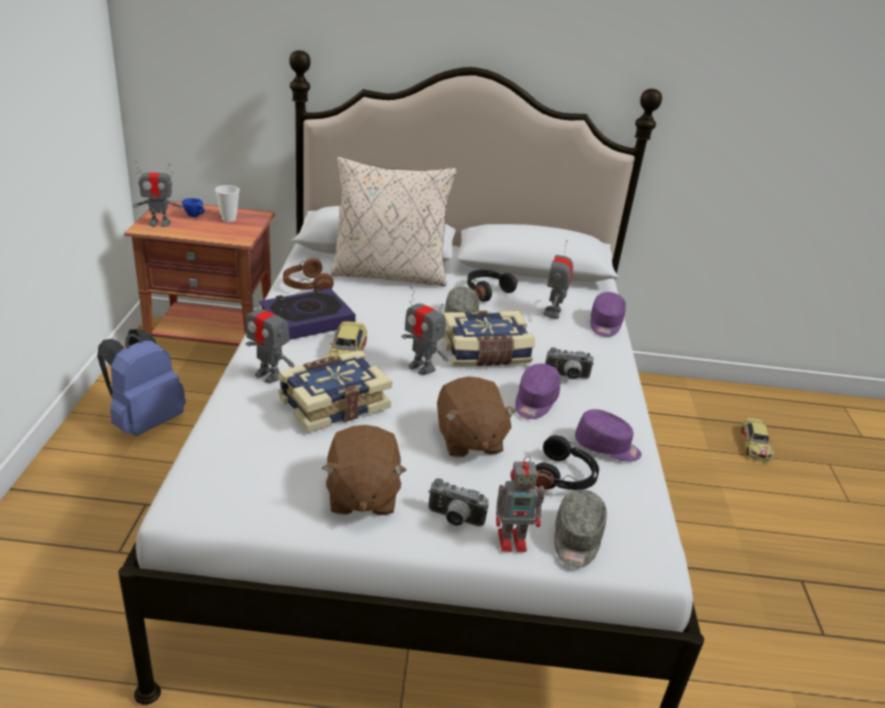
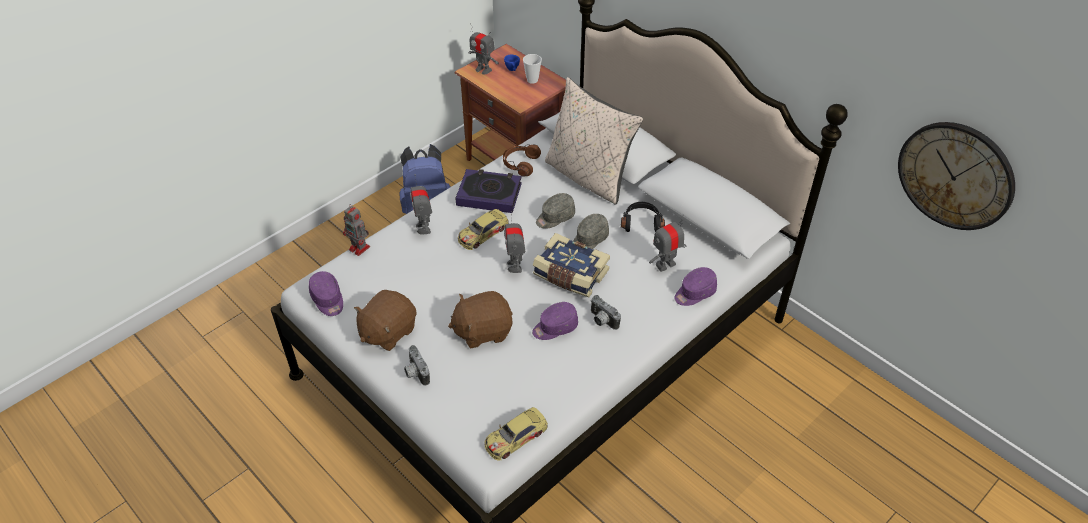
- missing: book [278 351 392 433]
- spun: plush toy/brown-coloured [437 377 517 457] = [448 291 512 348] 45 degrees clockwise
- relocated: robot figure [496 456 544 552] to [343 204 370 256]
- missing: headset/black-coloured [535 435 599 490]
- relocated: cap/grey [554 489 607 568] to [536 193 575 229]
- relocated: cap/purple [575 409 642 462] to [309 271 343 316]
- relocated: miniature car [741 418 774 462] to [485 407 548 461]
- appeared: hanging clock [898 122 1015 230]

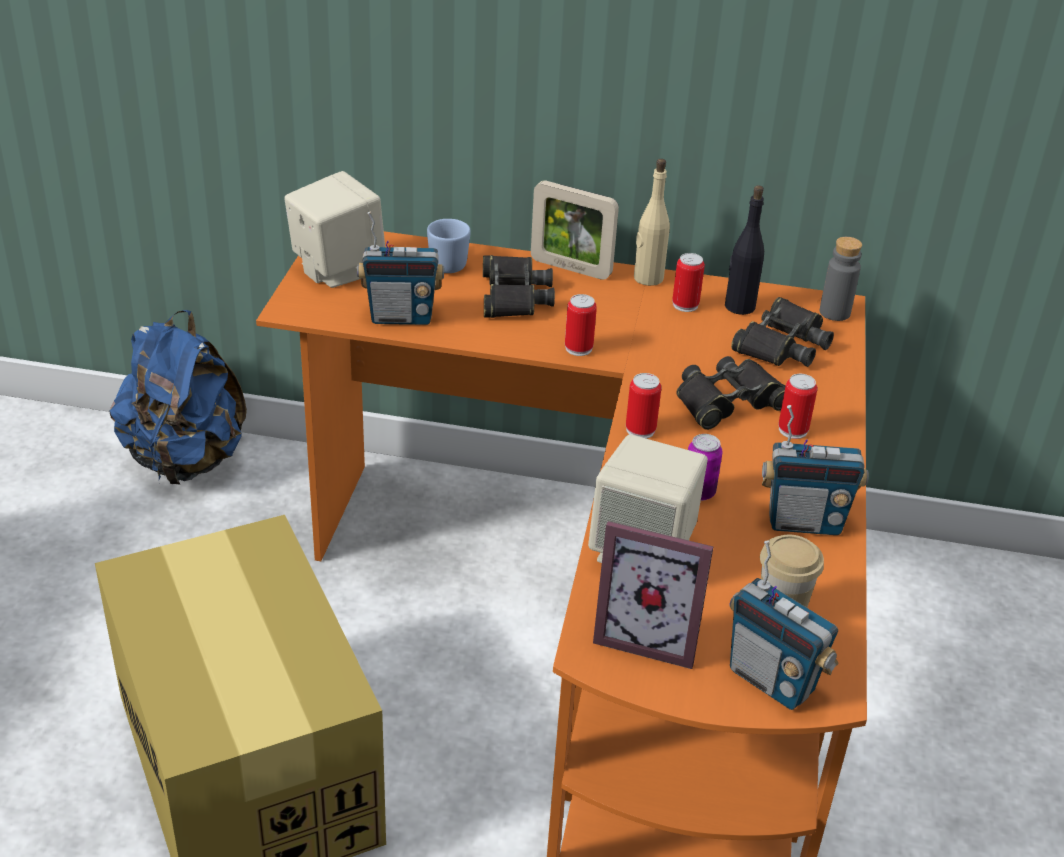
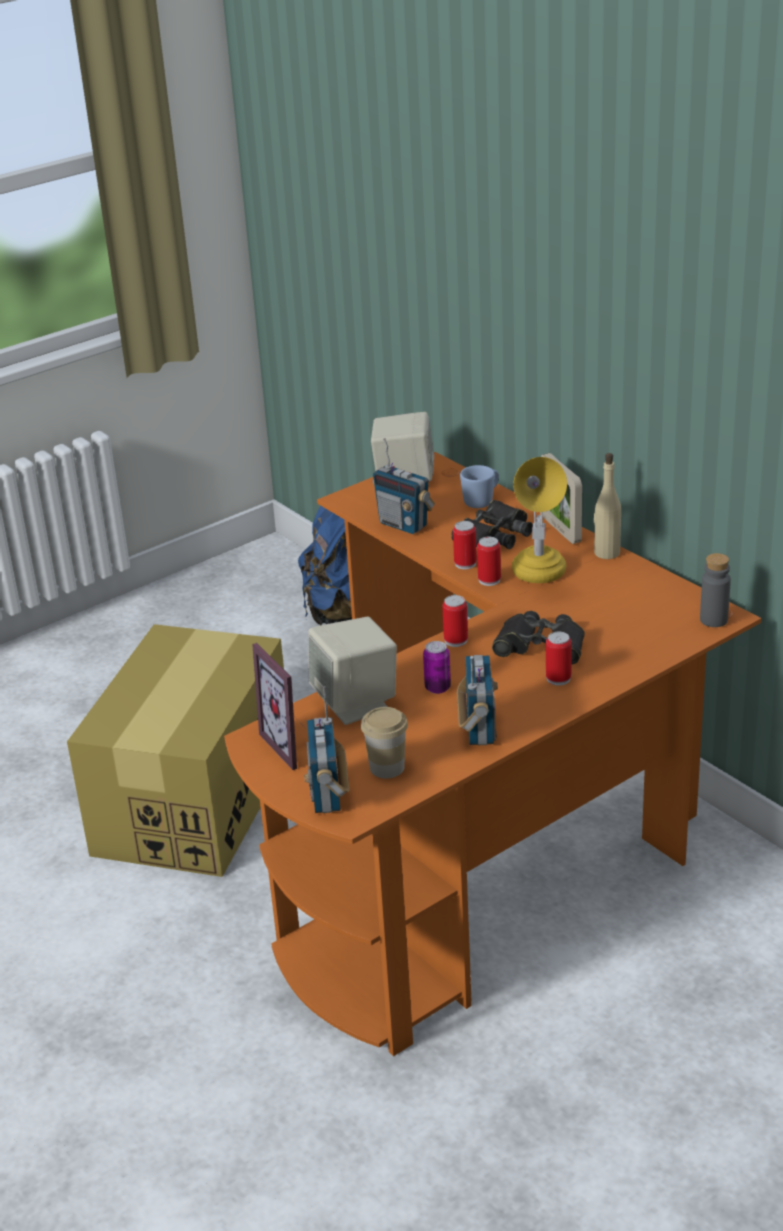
- relocated: sealed can [672 253 705 312] to [453 521 477 569]
- missing: bottle/black-coloured [725 185 764 315]
- missing: binoculars/black-coloured [731 297 834 367]
- spun: radio [762 405 869 535] = [457 655 498 745] 135 degrees counterclockwise
- appeared: lamp for a table/yellow [512 457 567 583]

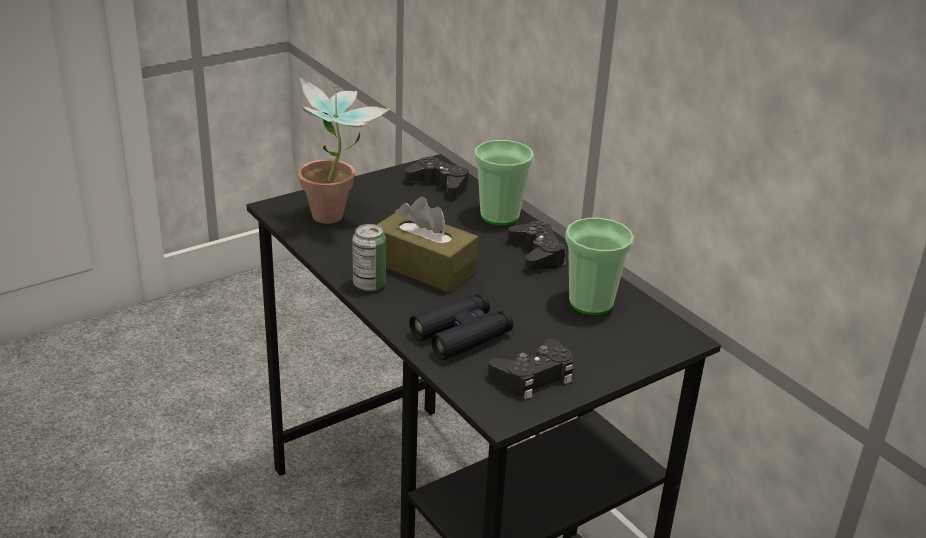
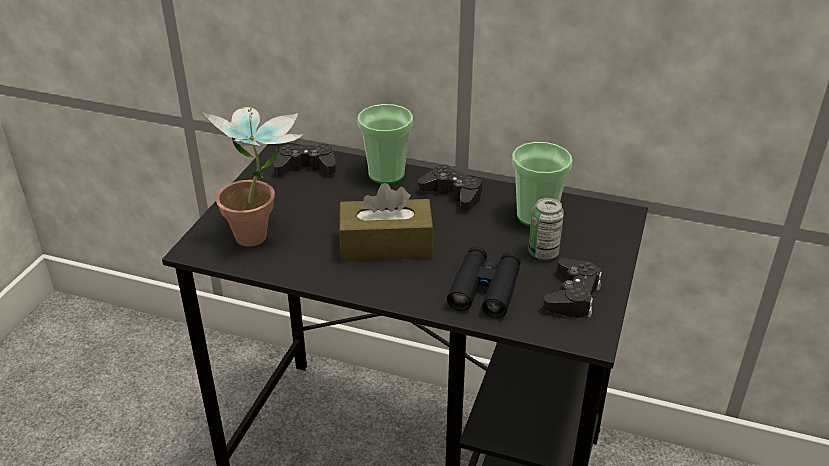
- relocated: sealed can [352 224 386 291] to [528 198 564 260]

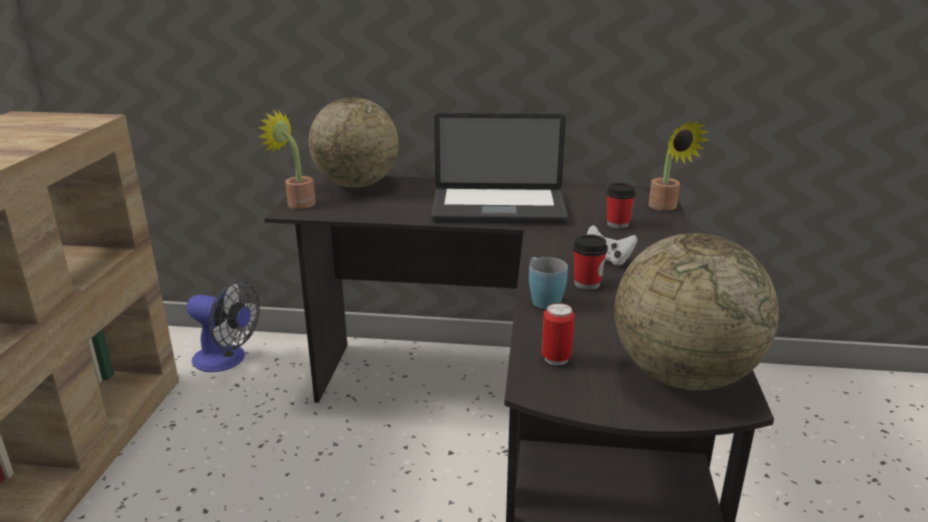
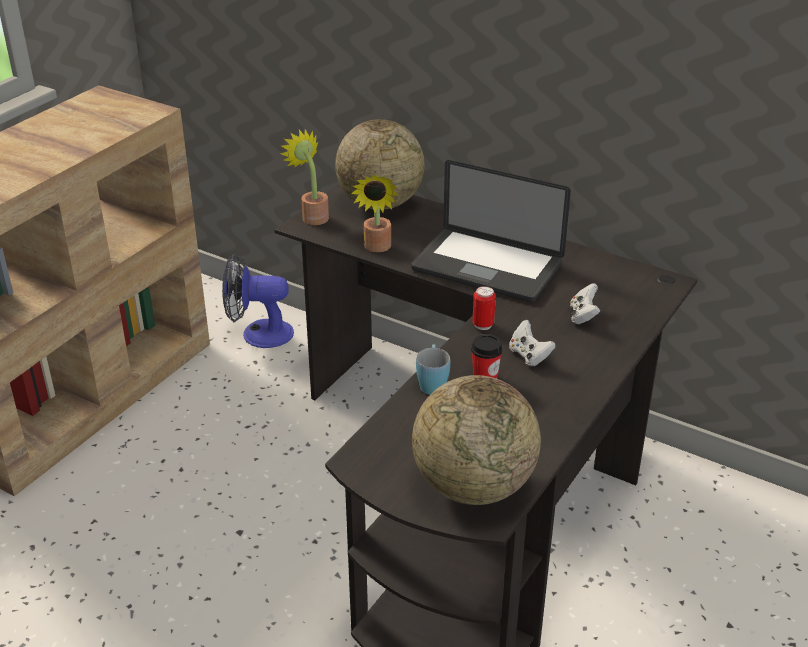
- spun: electric fan [187 280 260 372] = [222 254 294 348] 135 degrees clockwise
- relocated: sealed can [541 303 575 365] to [472 286 496 330]
- exchanged: drinking cup [606 183 636 228] to gamepad/white [570 283 600 324]
- relocated: potted plant [649 121 708 211] to [351 174 399 252]

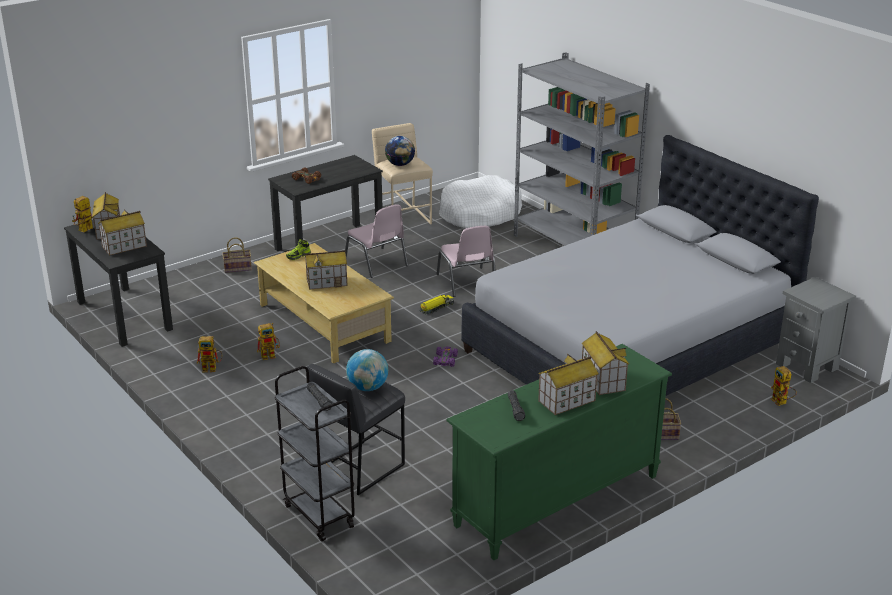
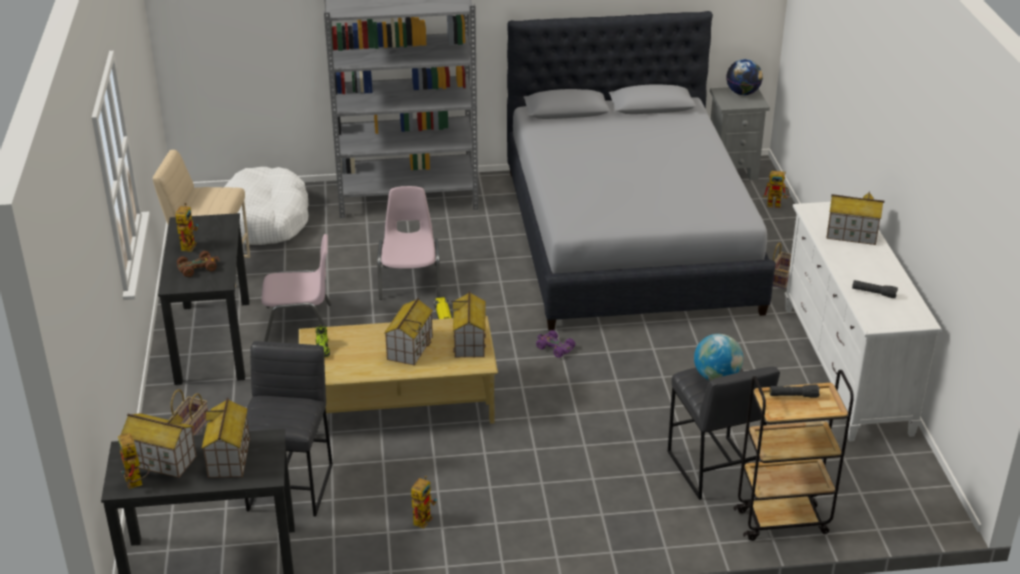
- relocated: robot figure [257 323 280 360] to [175 203 198 252]
- colour: trolley/grey [275 366 355 542] to trolley/brown-coloured [733 370 854 541]
- relocated: globe [385 136 415 166] to [726 59 763 95]
- spun: chair/pink-coloured [436 226 495 297] = [377 186 440 300] 105 degrees counterclockwise
- colour: drawer chest/greenish [447 344 672 560] to drawer chest/white [784 202 942 442]
- relocated: model house [538 354 599 415] to [451 291 486 358]
- appeared: stool seat/grey [245 341 333 517]

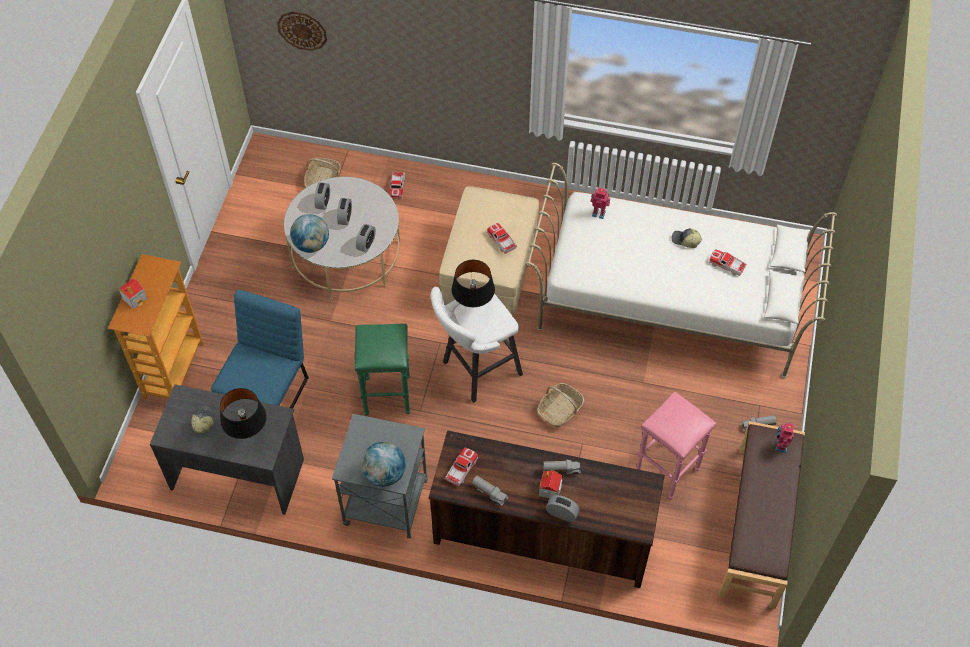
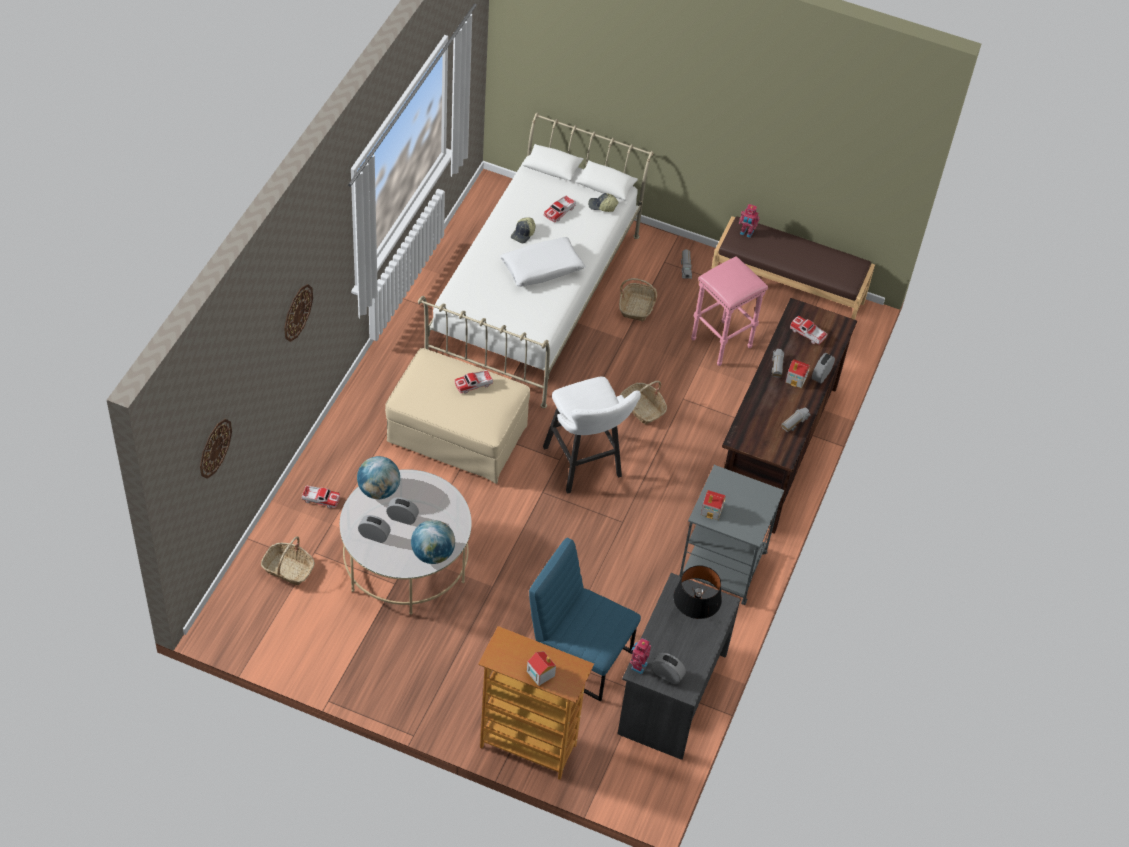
- relocated: cap [191 406 215 433] to [588 193 619 212]
- missing: stool seat/greenish [355 324 410 416]
- relocated: table clock [356 224 376 252] to [652 653 686 684]
- relocated: globe [361 442 406 487] to [357 456 400 499]
- relocated: miniature car [445 448 478 486] to [790 316 827 345]
- missing: lamp for a table/black-coloured [452 260 495 307]
- relocated: robot figure [590 187 610 219] to [630 638 651 674]
- appeared: hanging clock [284 284 313 342]
- appeared: cushion/white [500 237 586 287]
- appeared: household basket [619 278 657 321]
- appeared: model house [701 490 726 520]

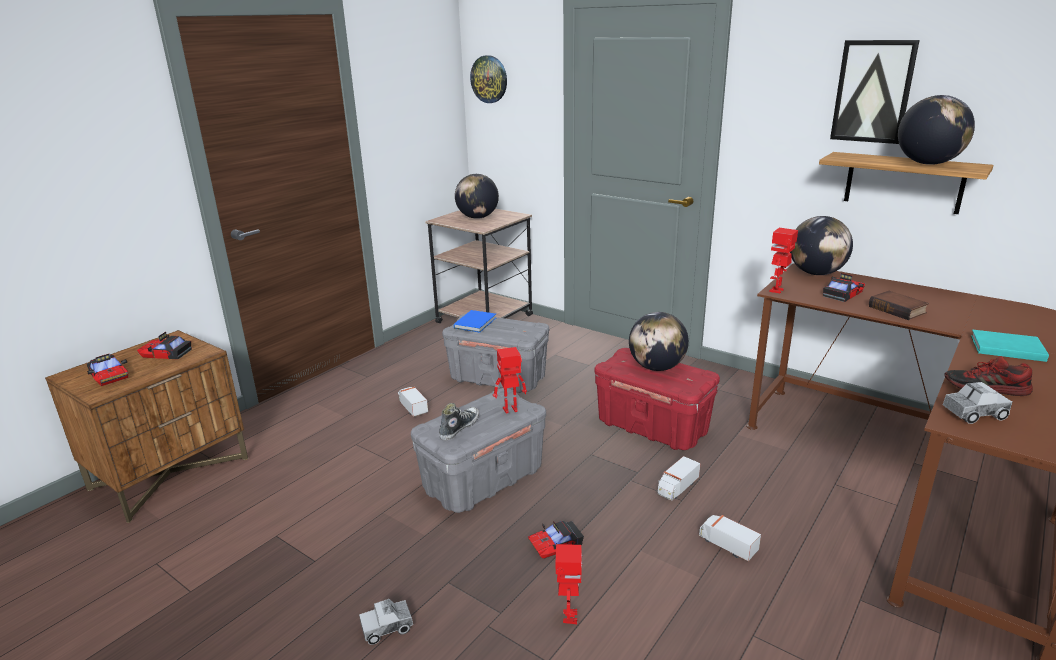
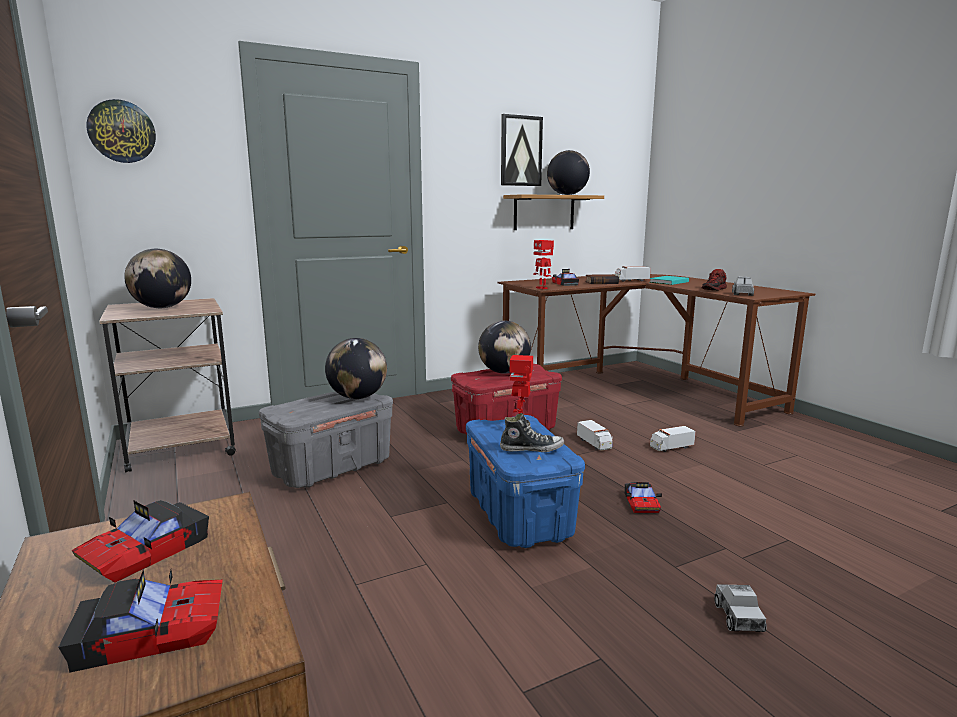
- relocated: model truck [398 387 428 417] to [615 266 651 282]
- colour: storage container/grey [411 388 546 513] to storage container/blue [466 415 585 548]
- spun: low shoe [439 403 479 440] = [500 413 564 452] 120 degrees clockwise
- missing: book/blue [454 310 496 333]
- missing: robot figure [556 544 582 624]
- relocated: globe [790 216 853 275] to [325 338 387 399]

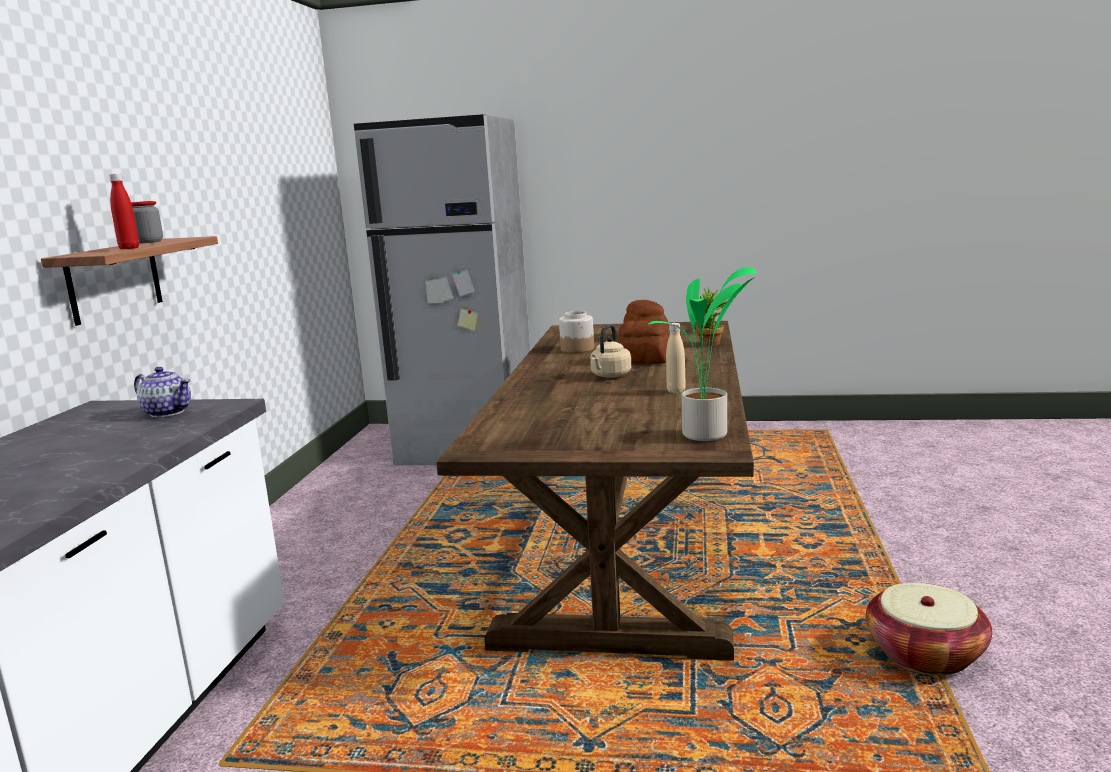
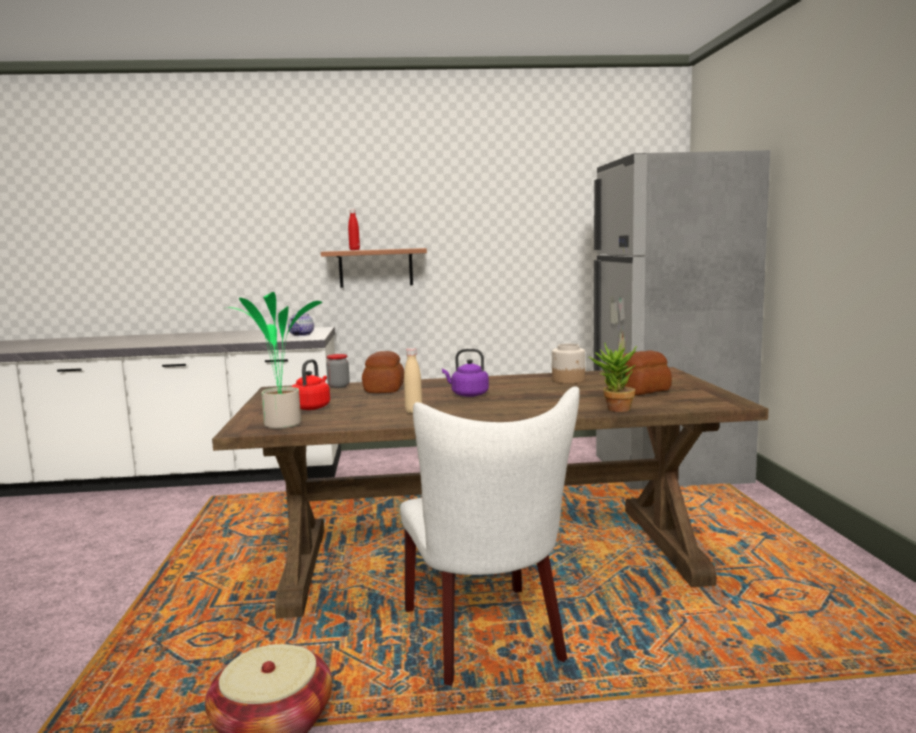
- relocated: storage jar [131 201 163 243] to [326 354 350 388]
- colour: water kettle/sand-coloured [590 324 631 378] to water kettle/purple [442 349 489 397]
- relocated: bakery bread [617 320 669 364] to [362 351 404 393]
- appeared: water kettle/red [291 359 330 410]
- appeared: chair/white [400 386 580 686]

